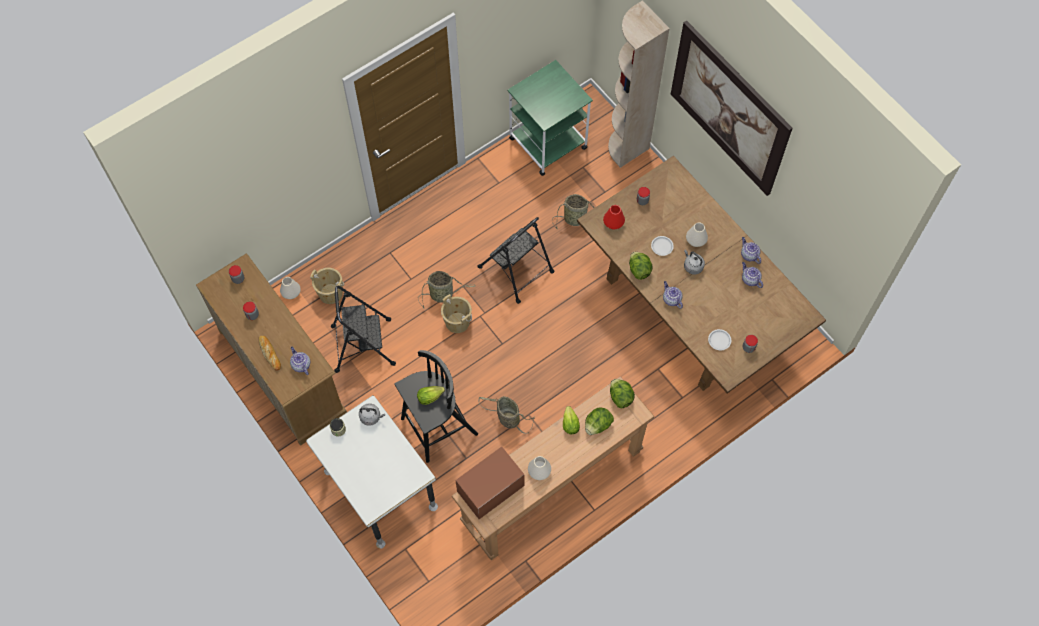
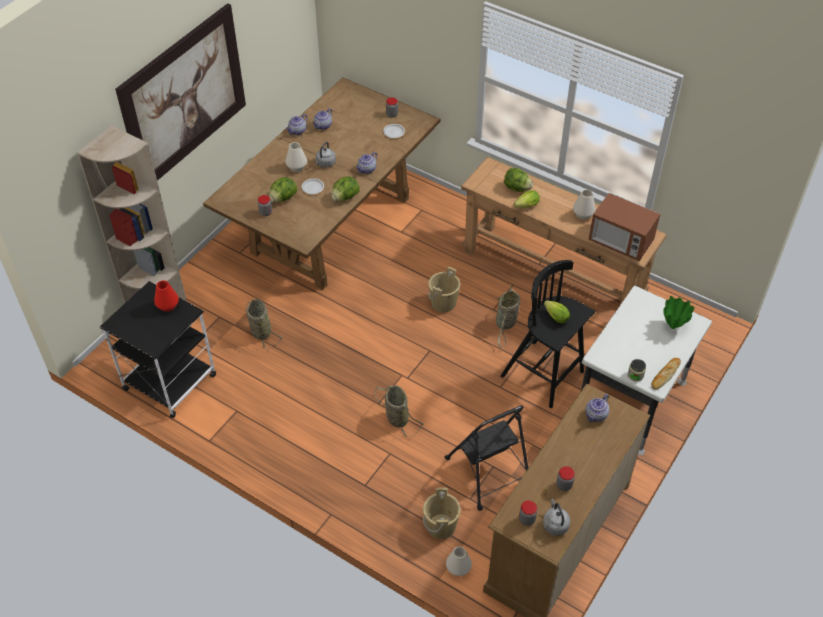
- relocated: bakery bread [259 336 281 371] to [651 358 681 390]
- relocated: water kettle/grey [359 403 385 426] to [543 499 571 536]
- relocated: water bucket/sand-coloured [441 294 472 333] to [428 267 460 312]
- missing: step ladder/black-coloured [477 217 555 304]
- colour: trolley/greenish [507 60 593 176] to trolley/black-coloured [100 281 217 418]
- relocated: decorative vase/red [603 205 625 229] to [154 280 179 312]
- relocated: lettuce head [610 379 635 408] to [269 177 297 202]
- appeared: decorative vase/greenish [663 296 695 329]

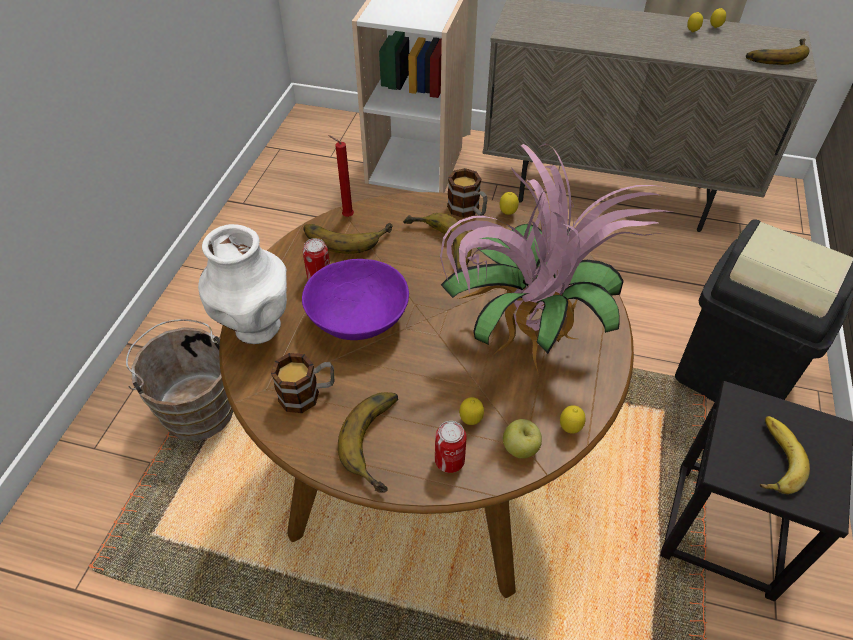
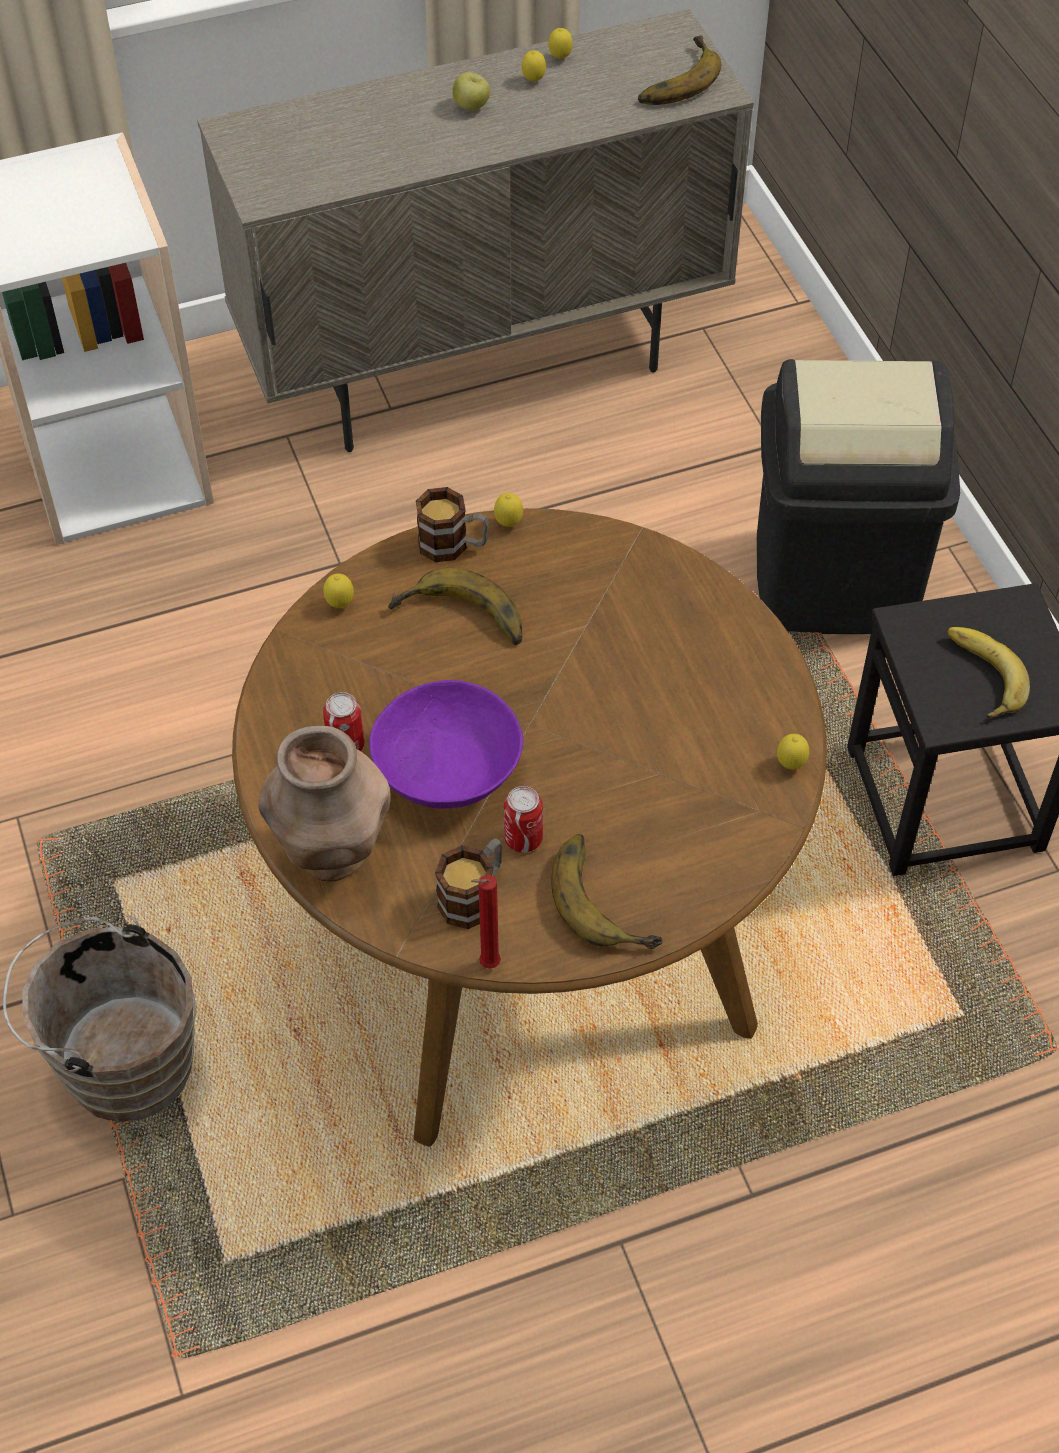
- colour: decorative vase/white [198 224 287 344] to decorative vase/brown-coloured [258 726 391 882]
- missing: banana fruit [303 223 393 254]
- relocated: wax candle/red [328 135 354 217] to [471 875 501 969]
- relocated: sealed can [435 421 467 473] to [504 786 543 853]
- missing: potted plant [440 143 672 372]
- relocated: lemon [459 397 484 425] to [323 573 354 608]
- relocated: apple [503 419 542 458] to [452 72 490 111]

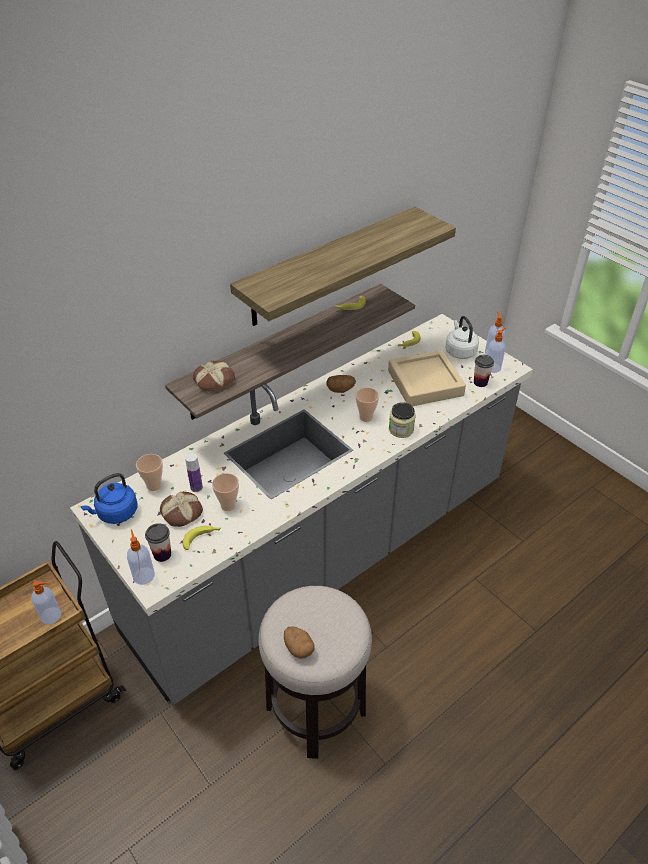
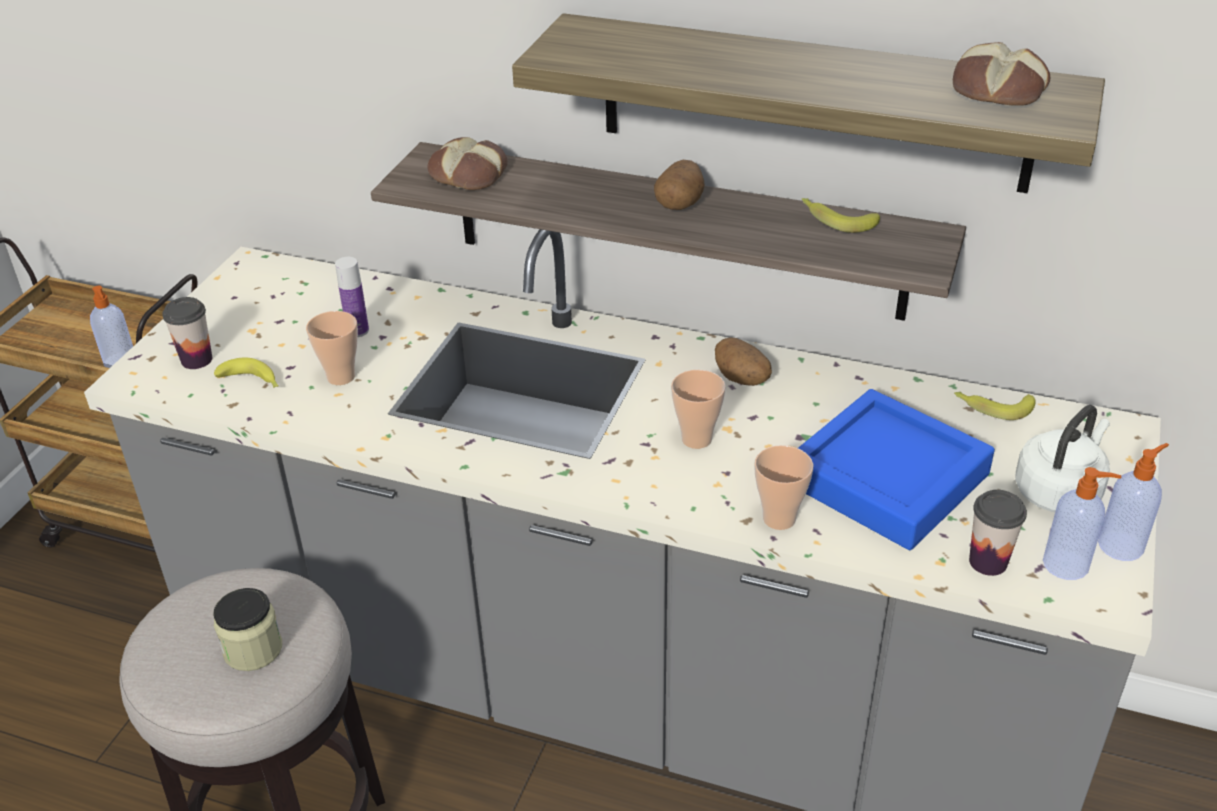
- missing: water kettle/blue [81 473 137 524]
- missing: soap bottle [127 529 155 585]
- relocated: drinking cup [136 454 163 491] to [754 445 813 530]
- relocated: bakery bread [160 492 203 527] to [953 42 1050 106]
- relocated: whole potato [284 626 314 659] to [654 160 705 210]
- colour: tray/sand-coloured [388 350 466 406] to tray/blue [798 389 995 550]
- relocated: storage jar [389 403 416 438] to [213 588 282 671]

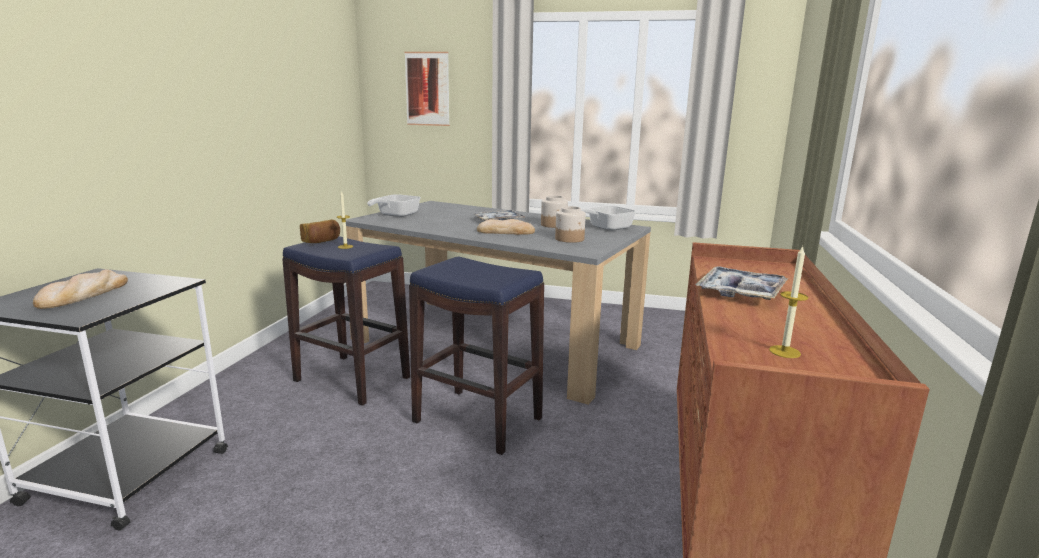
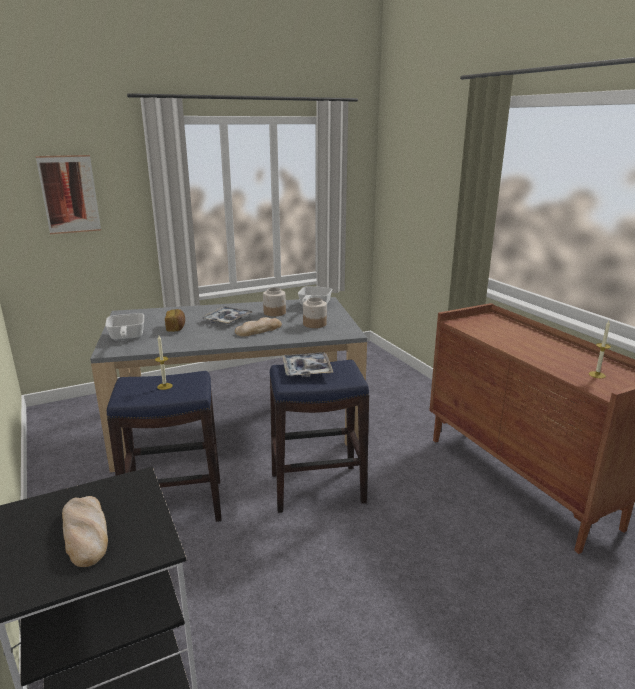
- relocated: bakery bread [300 220 340 243] to [165 309 185 332]
- relocated: tray [696 266 789 300] to [282 352 333 378]

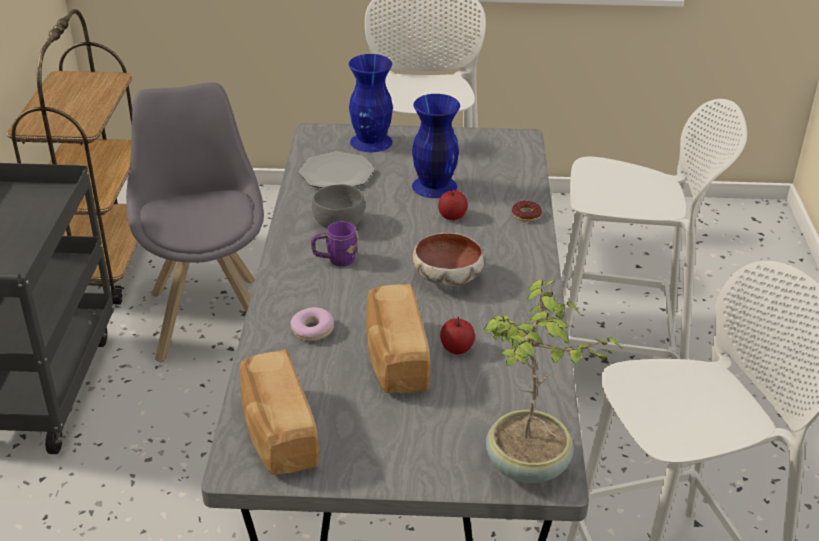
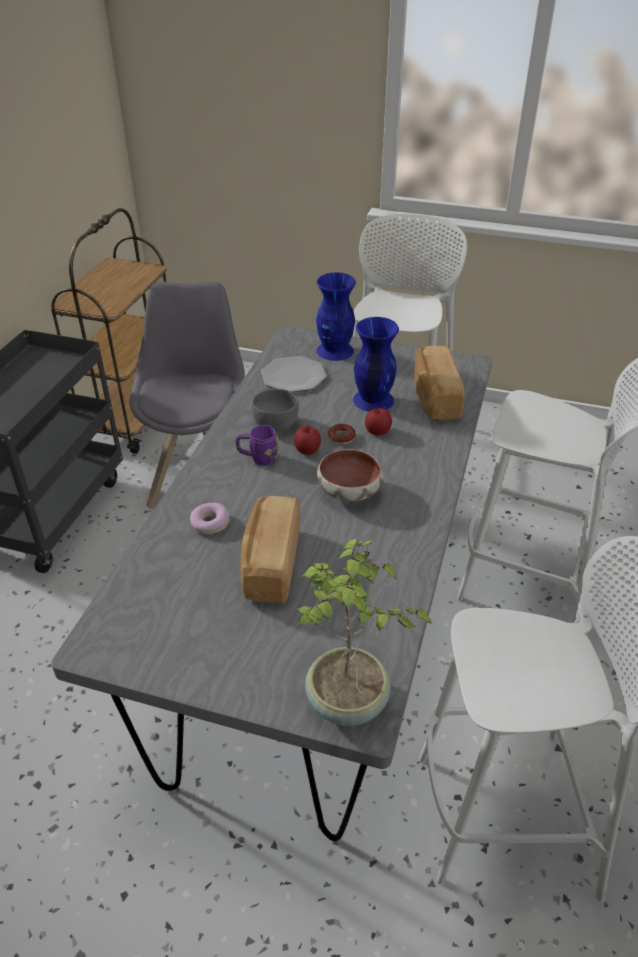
- relocated: bakery bread [240 349 319 475] to [414 345 465 421]
- relocated: apple [440 317 475 354] to [294 425 321 455]
- relocated: ring doughnut [512 201 542 222] to [328 424 356 444]

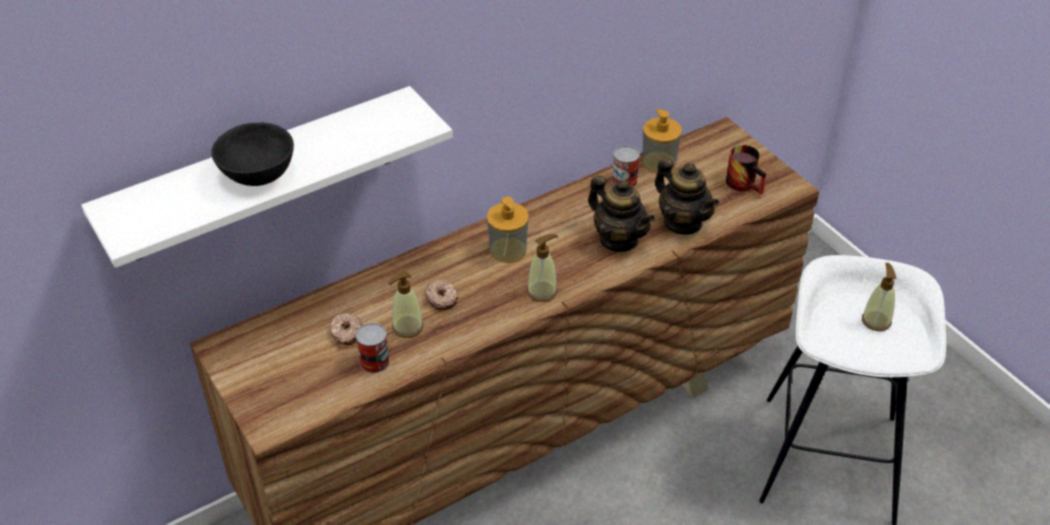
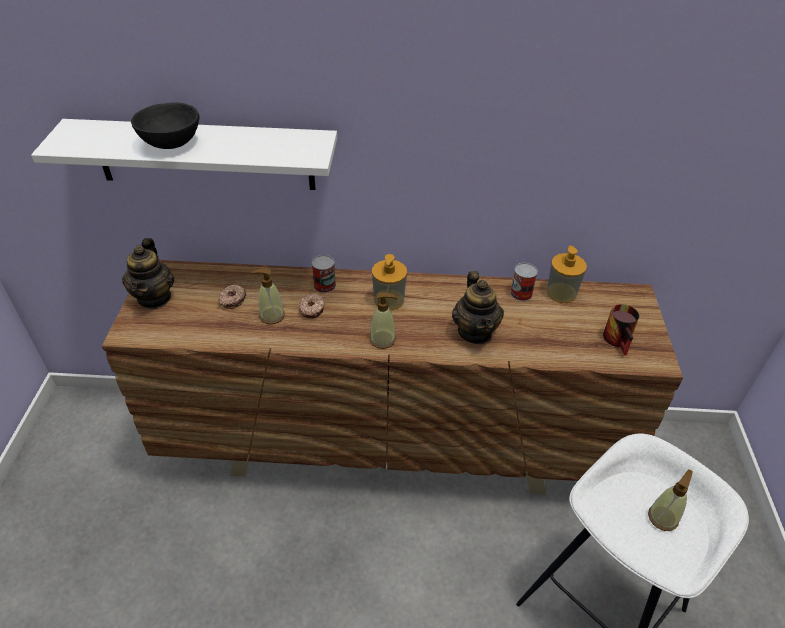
- relocated: sealed can [356 323 390 373] to [312 255 336 293]
- relocated: tea pot [655 158 719 235] to [122 238 174 309]

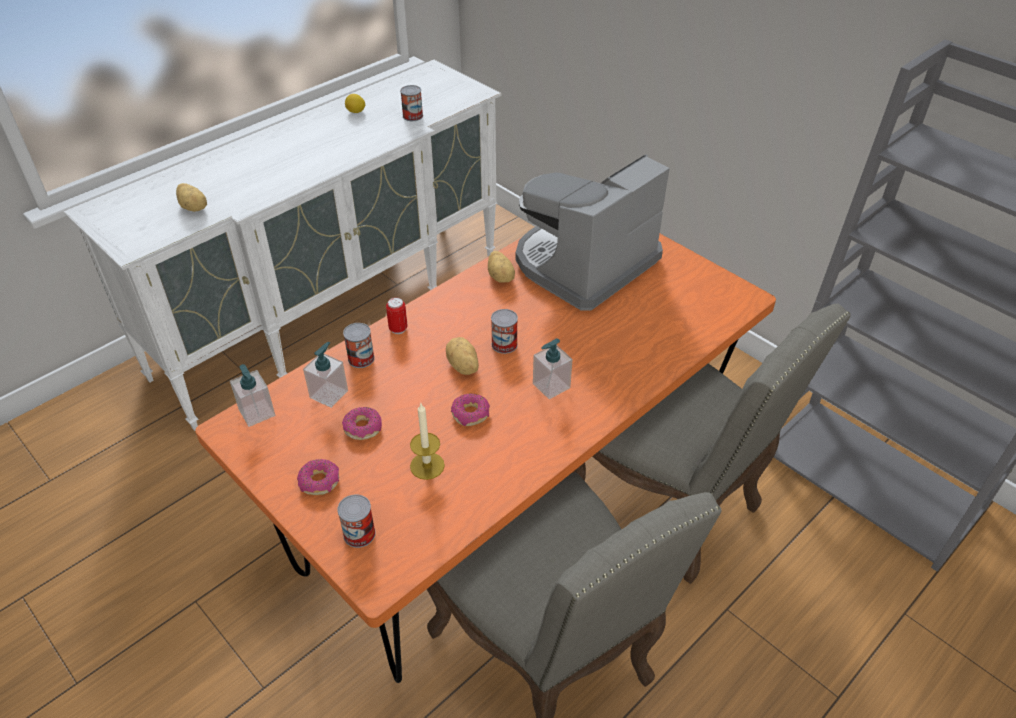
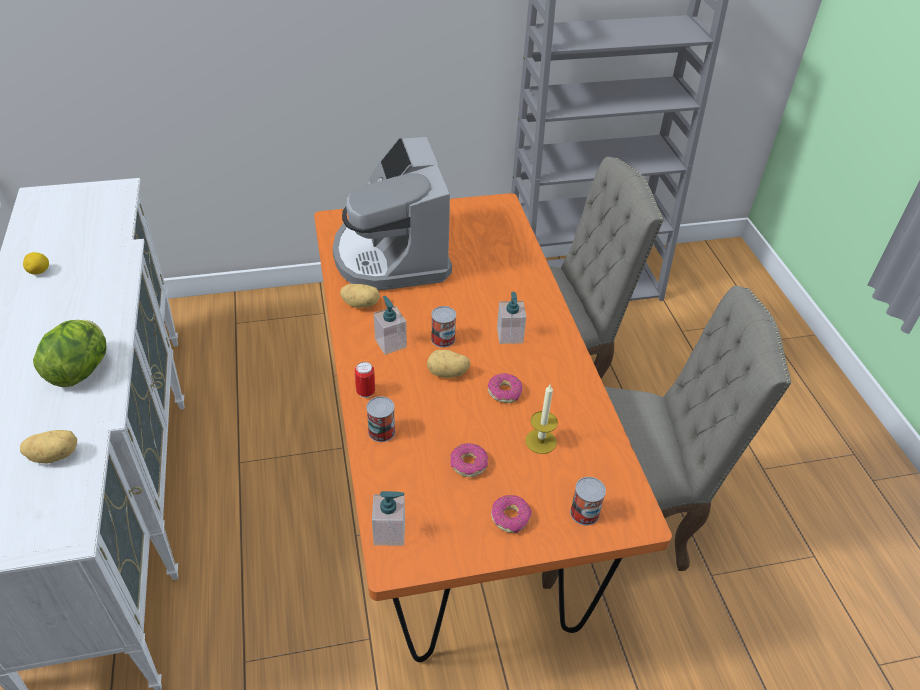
- relocated: soap bottle [303 342 348 408] to [374 296 407 355]
- missing: sealed can [400 85 423 121]
- appeared: lettuce head [33 320 107 387]

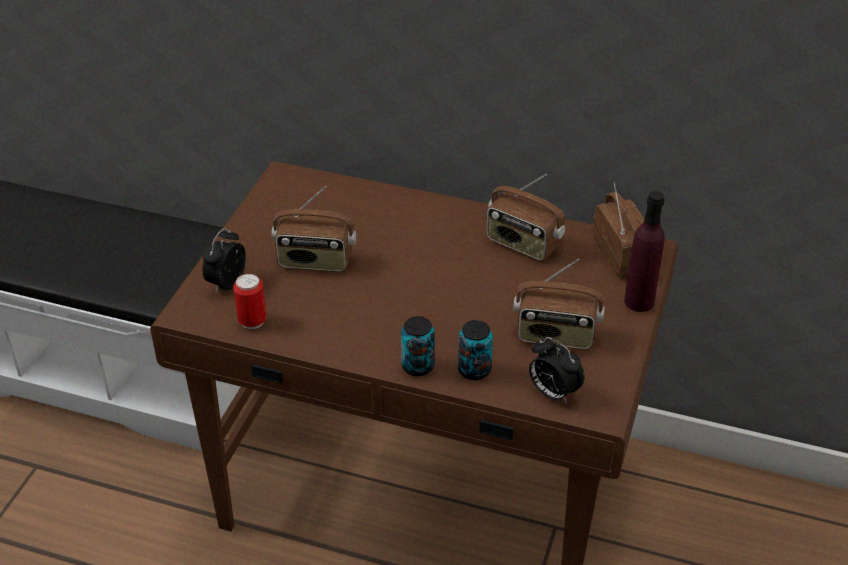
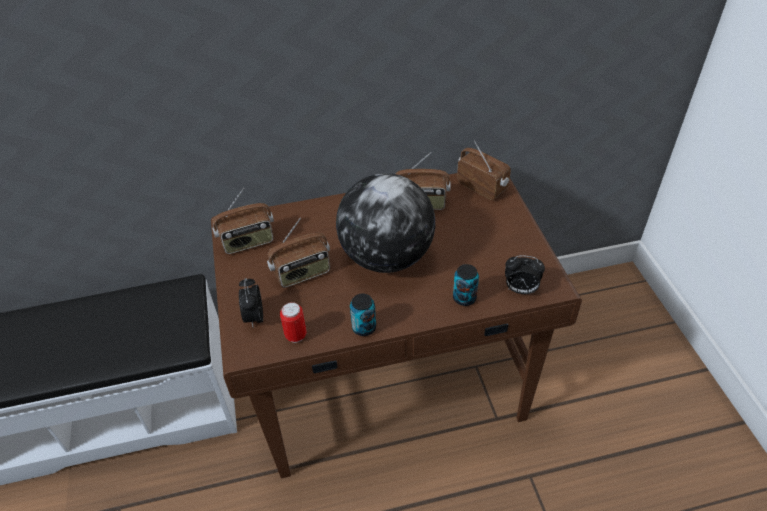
- relocated: sealed can [401 316 435 376] to [350 294 376 336]
- relocated: radio [513 259 605 350] to [212 188 274 254]
- missing: bottle/purple [624 191 665 312]
- appeared: globe [336 173 435 273]

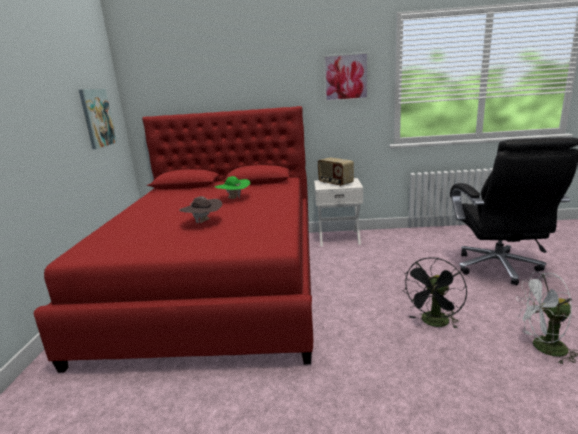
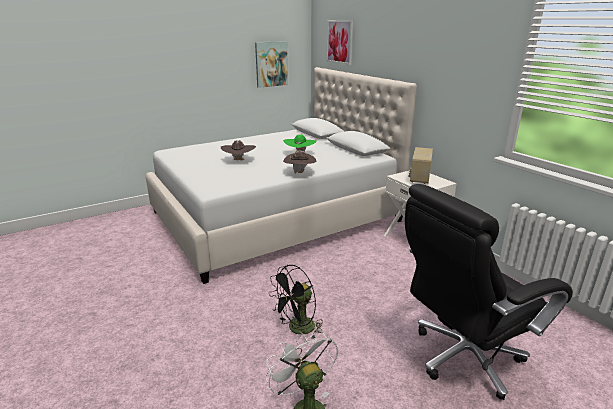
- colour: sleeping bed/red [34 106 313 373] to sleeping bed/white [146 67 417 284]
- relocated: picture [323 52 369 102] to [327 20 353 65]
- spun: electric fan/black-coloured [402 257 467 329] = [268 265 323 340] 45 degrees counterclockwise
- appeared: wearable hat/brown-coloured [283 151 316 174]

